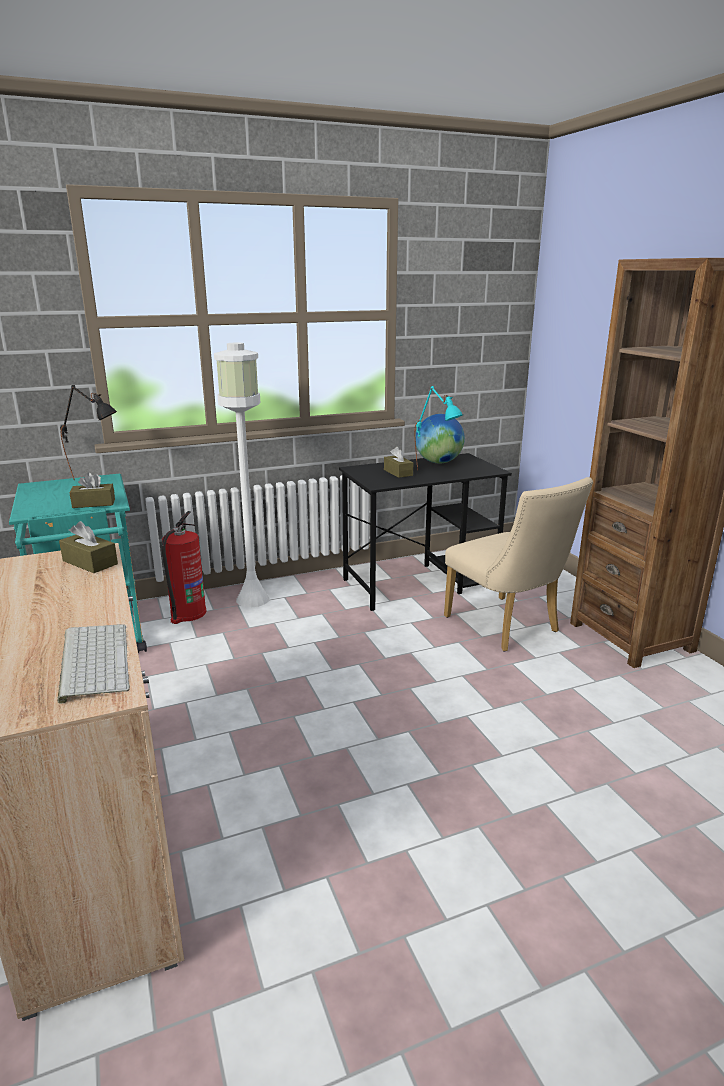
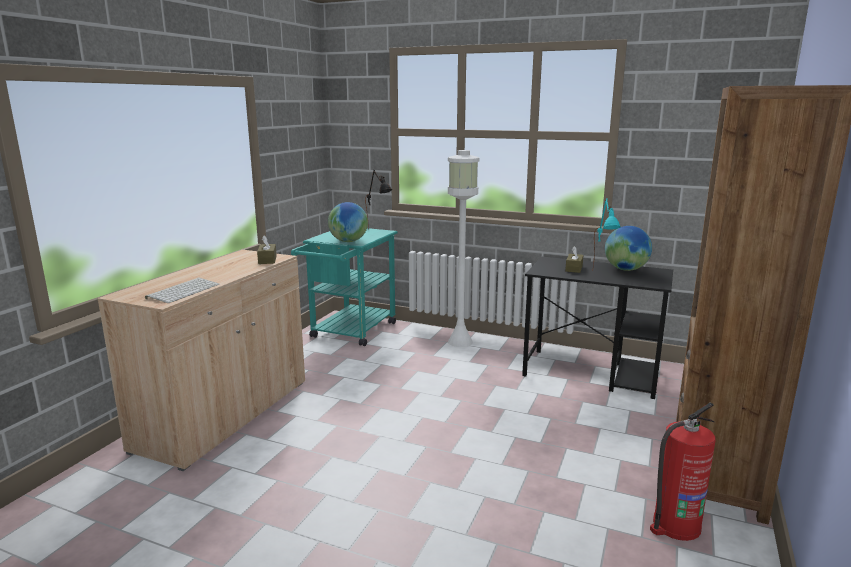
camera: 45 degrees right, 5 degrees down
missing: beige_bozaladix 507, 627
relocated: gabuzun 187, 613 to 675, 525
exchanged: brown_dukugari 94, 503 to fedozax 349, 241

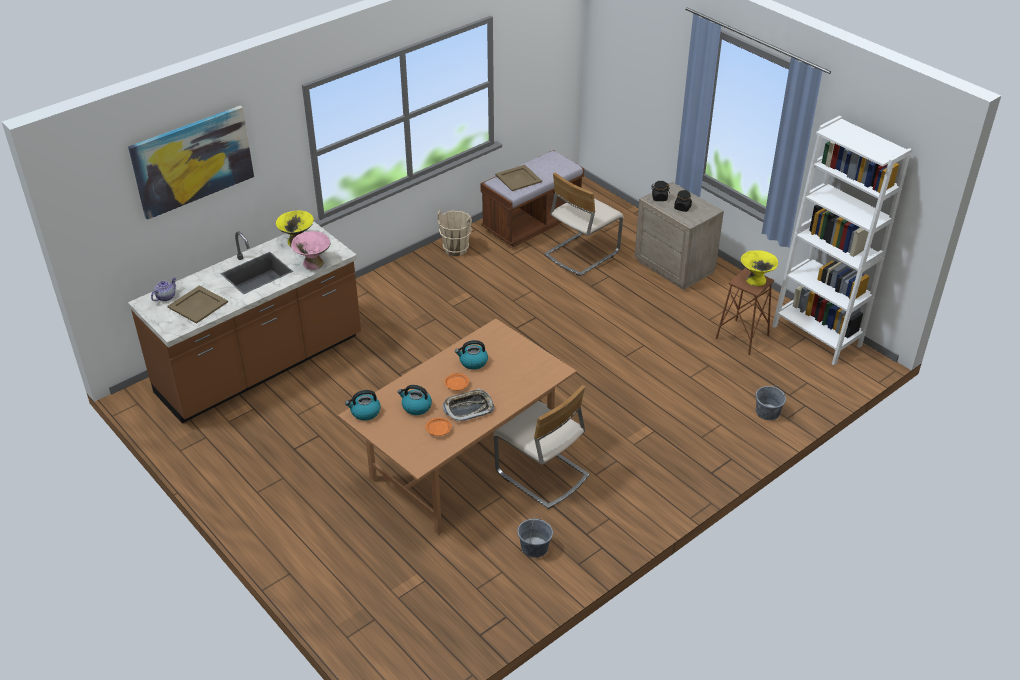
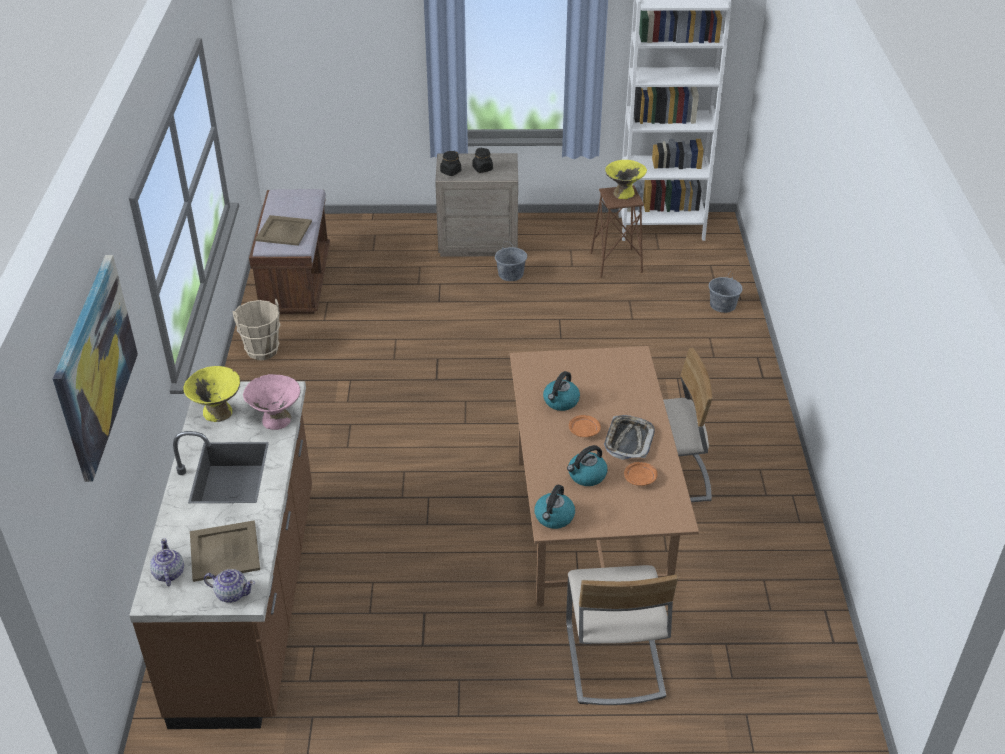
camera: 50 degrees left, 0 degrees up
appeared: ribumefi 231, 593
relocated: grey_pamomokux 534, 547 to 511, 274; beige_bozaladix 581, 253 to 613, 659

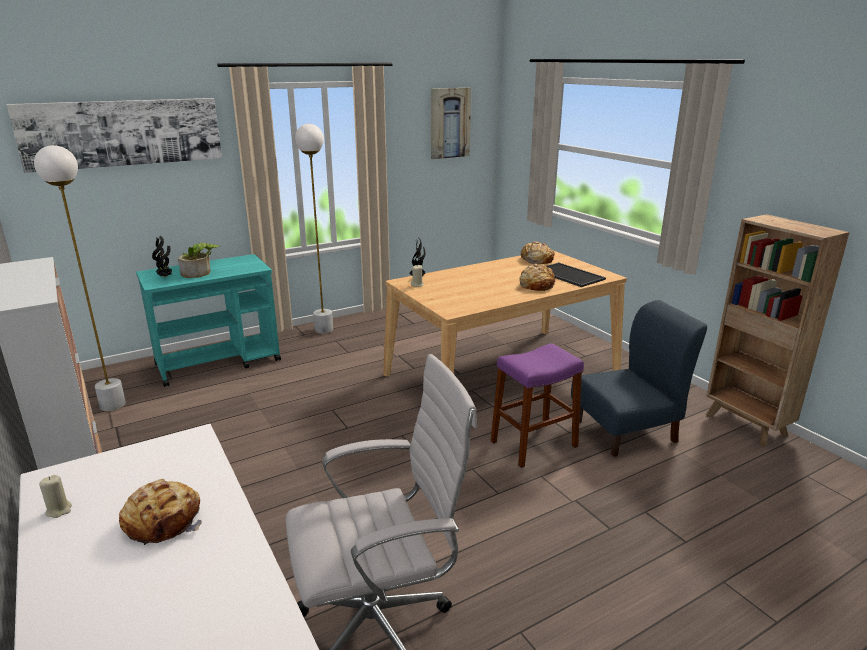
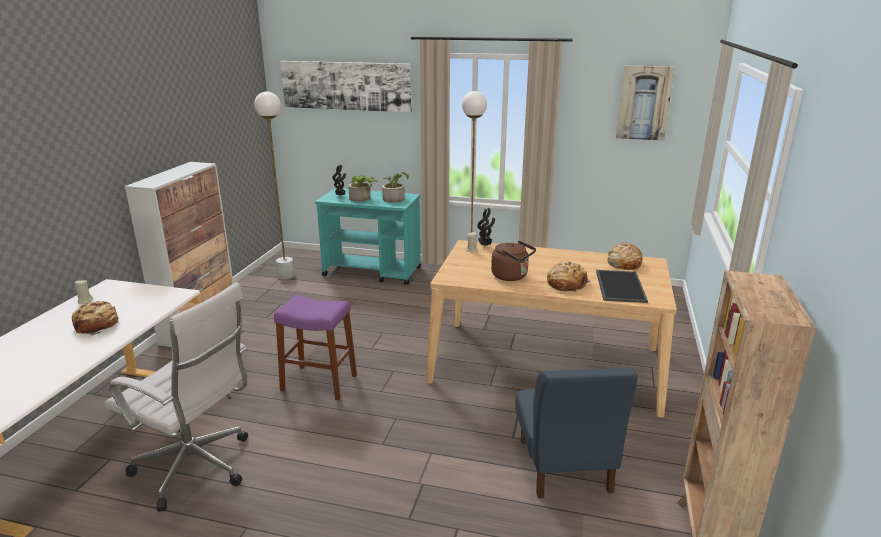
camera: 45 degrees right, 0 degrees up
appeared: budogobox 395, 198; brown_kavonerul 512, 276
relocated: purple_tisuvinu 533, 444 to 319, 382
spun: blue_bozaladix 626, 431 = 564, 466 60 degrees clockwise

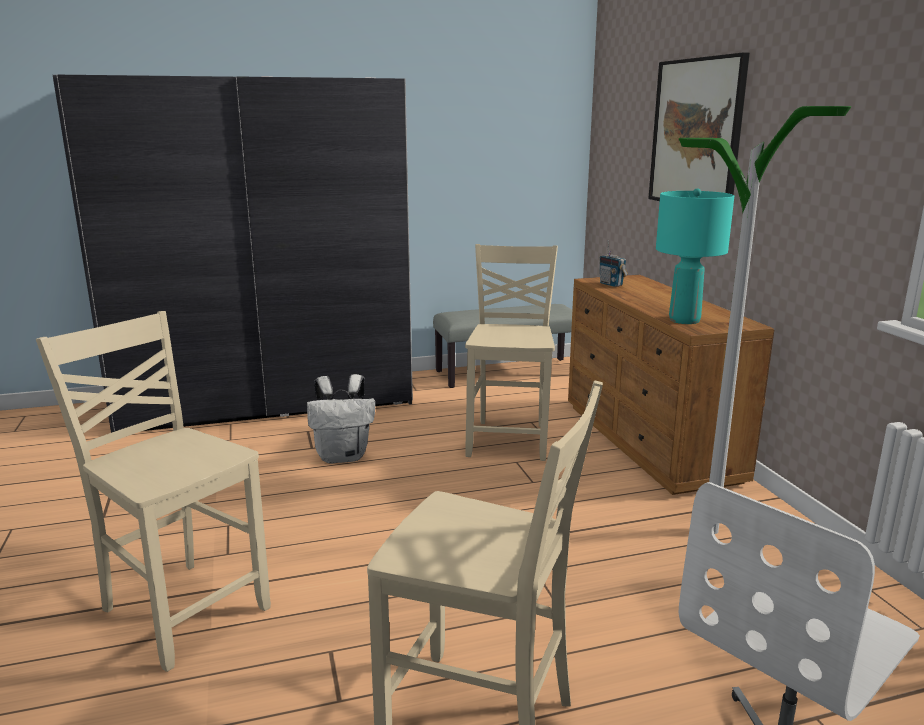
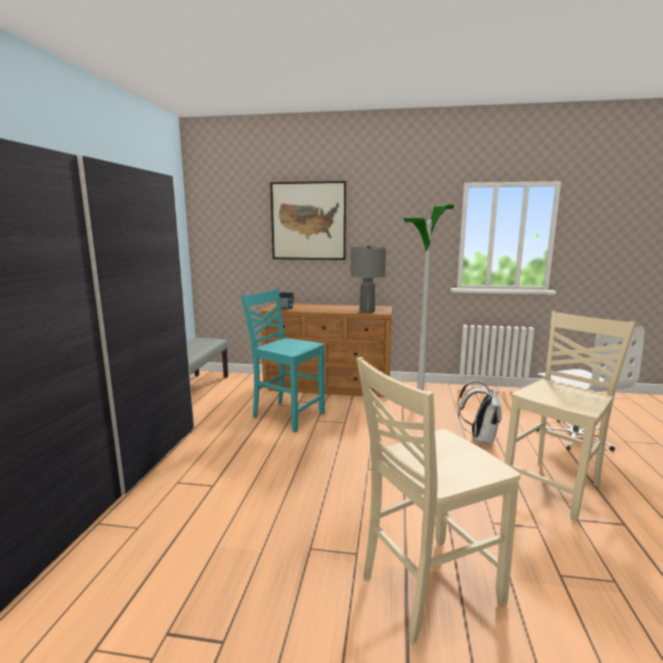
camera: 65 degrees left, 5 degrees down
relocated: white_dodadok 343, 456 to 480, 439
colour: beige_bozaladix 509, 439 to turquoise_bozaladix 287, 415; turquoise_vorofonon 684, 320 to grey_vorofonon 367, 311

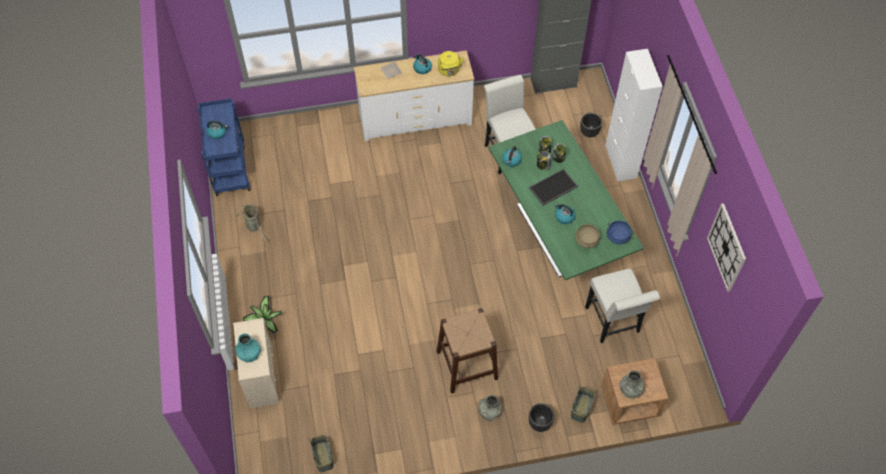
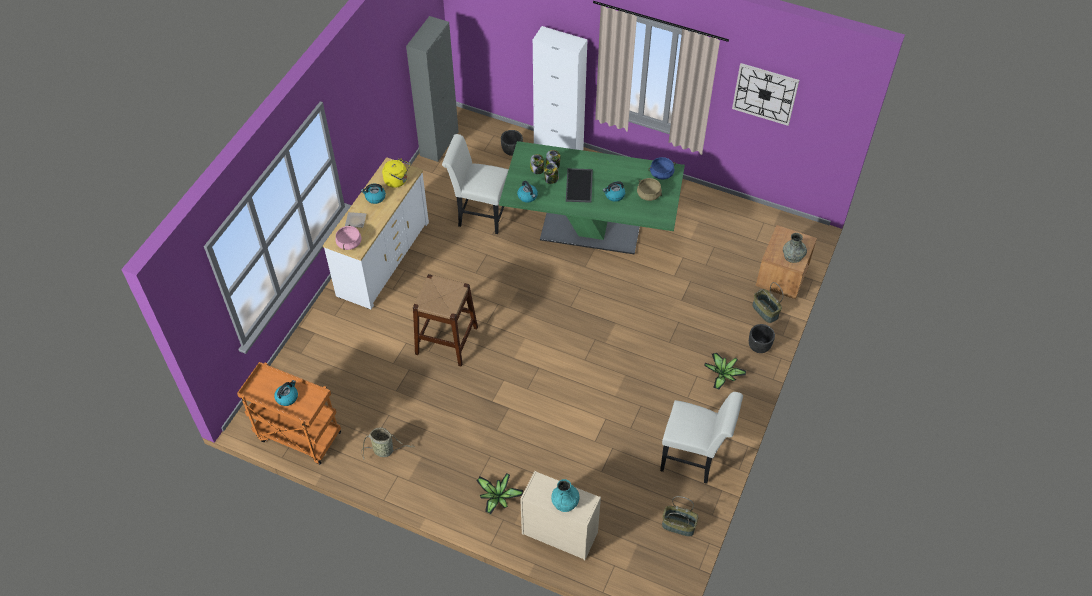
camera: 55 degrees left, 5 degrees down
appeared: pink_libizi 349, 243
relocated: brown_tisuvinu 467, 365 to 446, 340; white_bozaladix 614, 323 to 694, 459
exchanged: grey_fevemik 489, 411 to budogobox 723, 375
colour: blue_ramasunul 229, 169 to orange_ramasunul 297, 436

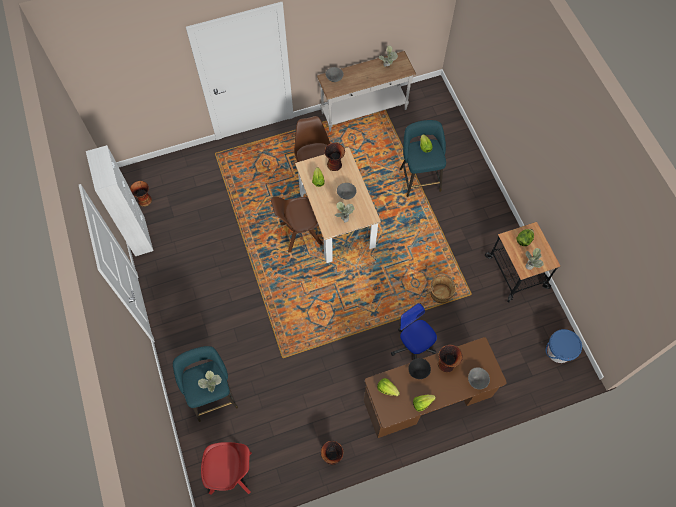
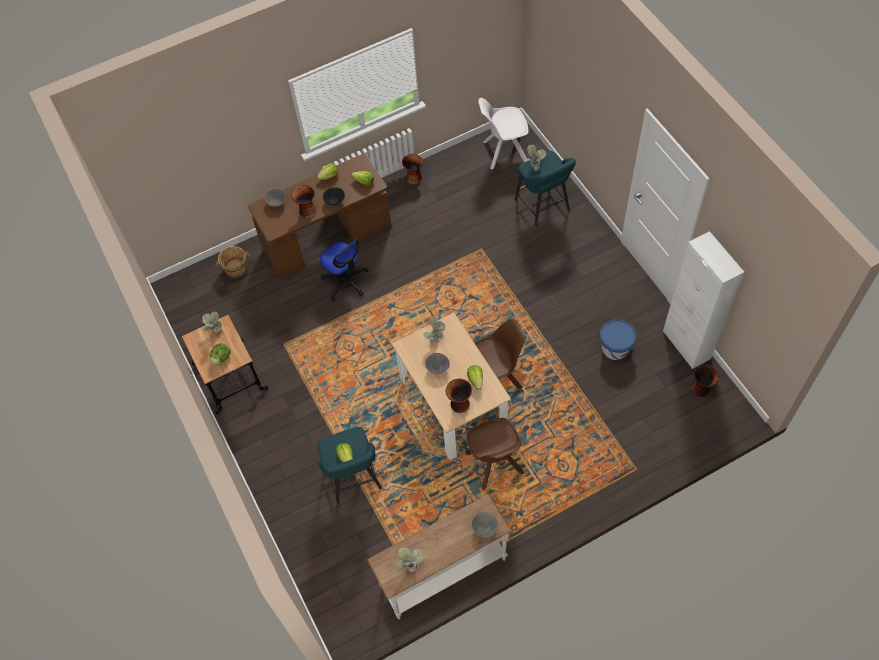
camera: 175 degrees right, 5 degrees down
relocated: brown_pamomokux 440, 293 to 236, 269; blue_pamomokux 559, 351 to 615, 348
colour: red_bozaladix 232, 473 to white_bozaladix 503, 152

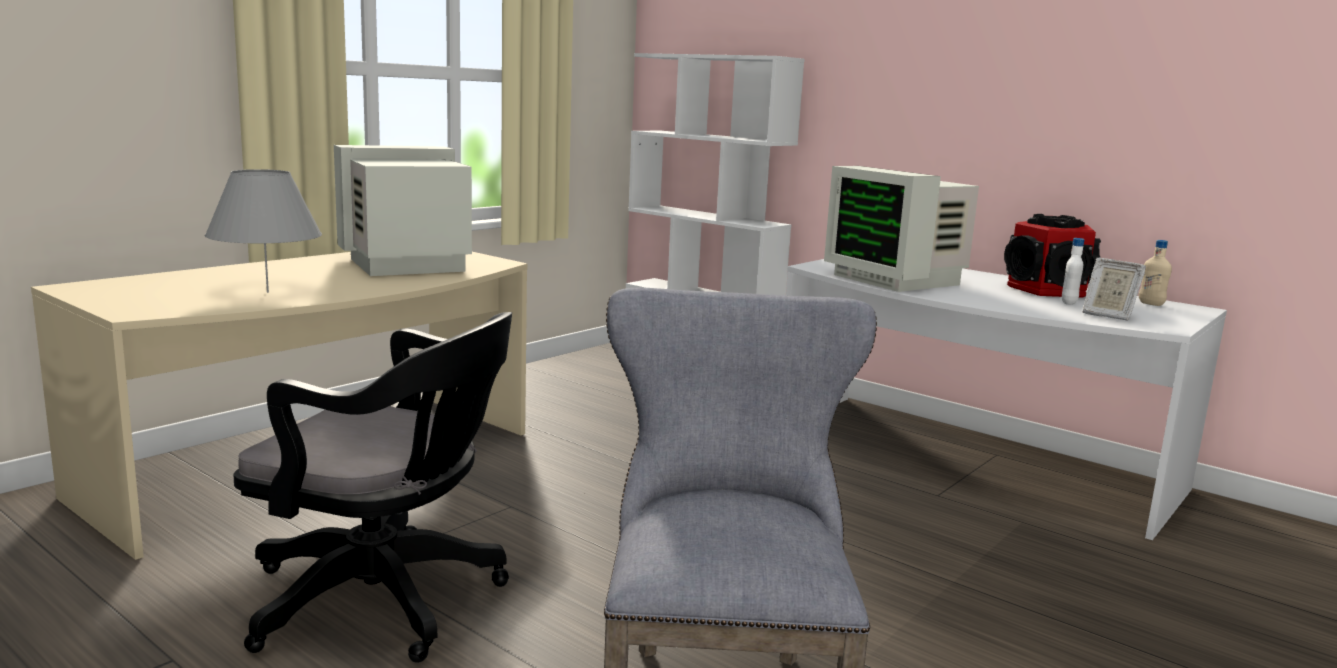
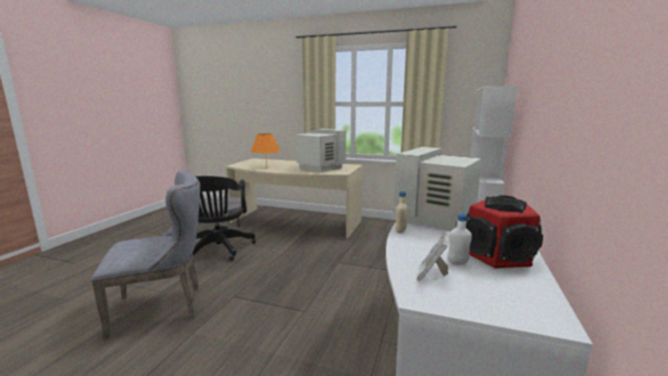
camera: 70 degrees right, 0 degrees up
relocated: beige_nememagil 1151, 304 to 400, 231
colour: grey_vorofonon 267, 292 to orange_vorofonon 266, 167

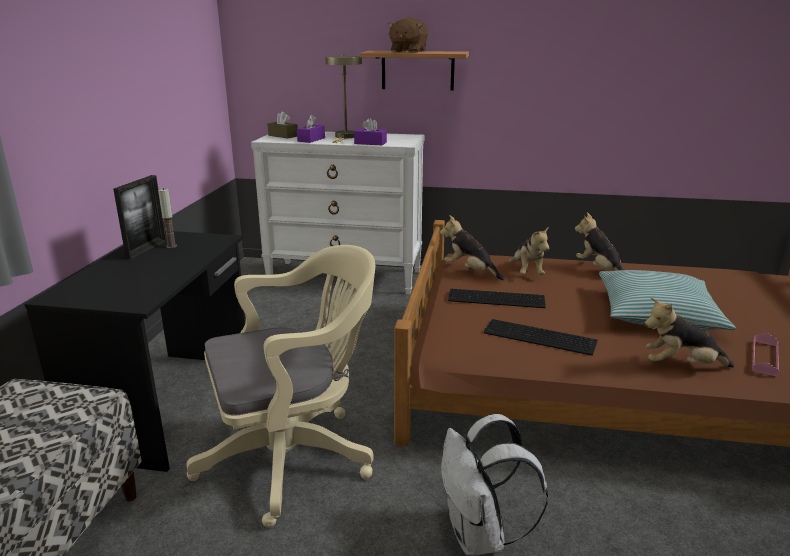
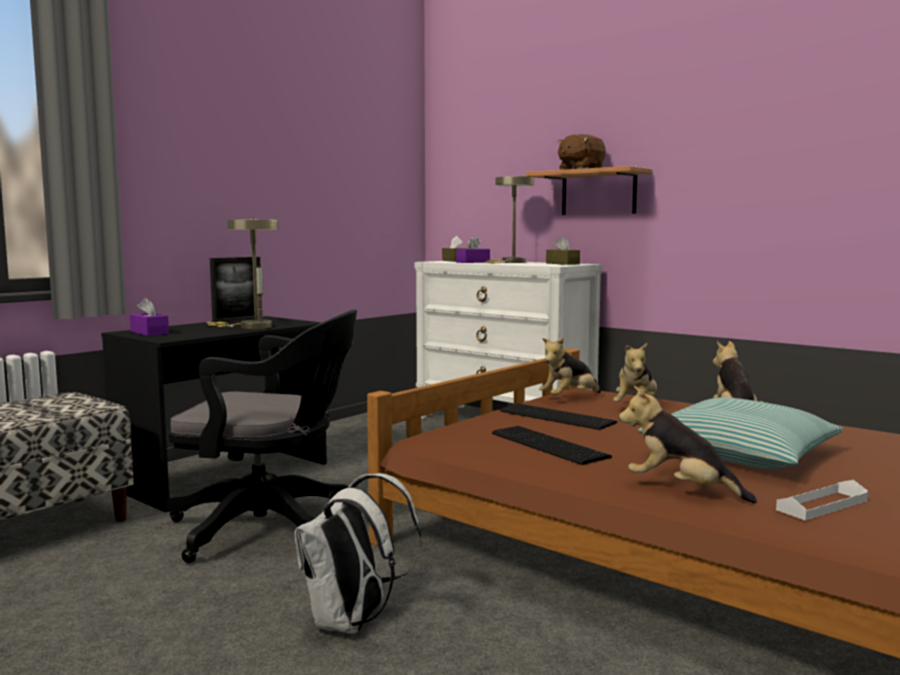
camera: 30 degrees right, 15 degrees down
appeared: beige_vorofonon 250, 327; brown_dukugari 562, 263
relocated: purple_dukugari 370, 143 to 149, 332
colour: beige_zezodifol 294, 457 to black_zezodifol 271, 528; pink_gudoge 764, 358 to white_gudoge 822, 505
spun: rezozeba 470, 271 = 569, 398 105 degrees counterclockwise

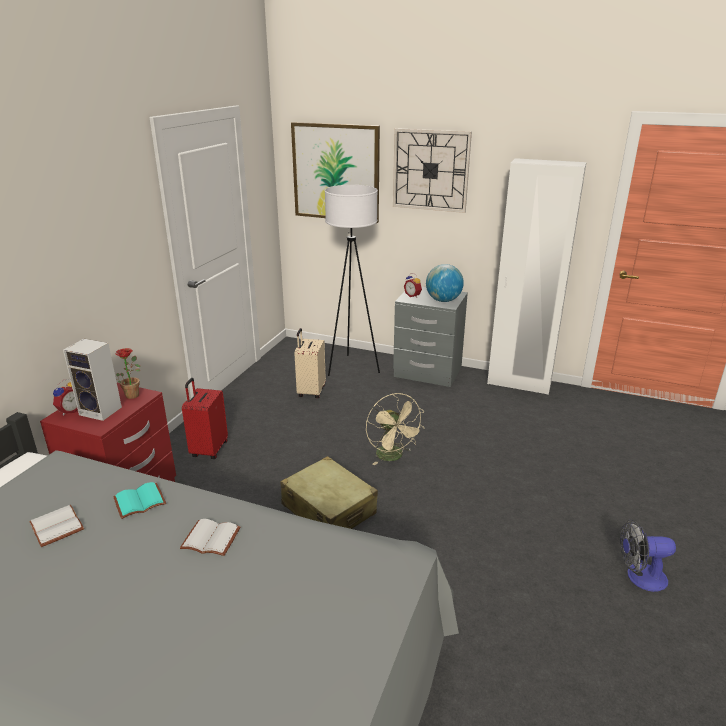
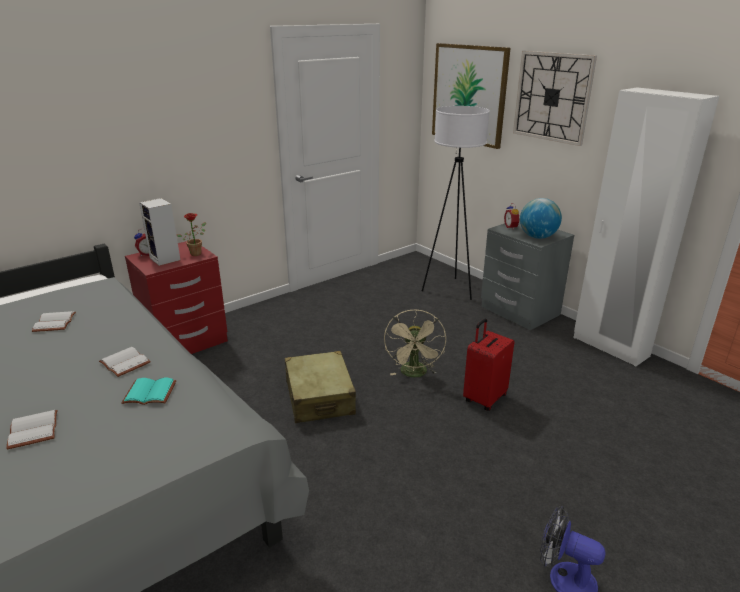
camera: 30 degrees right, 0 degrees up
missing: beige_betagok 310, 391
appeared: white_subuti 32, 430
relocated: turquoise_subuti 139, 502 to 148, 394; red_betagok 208, 450 to 484, 398

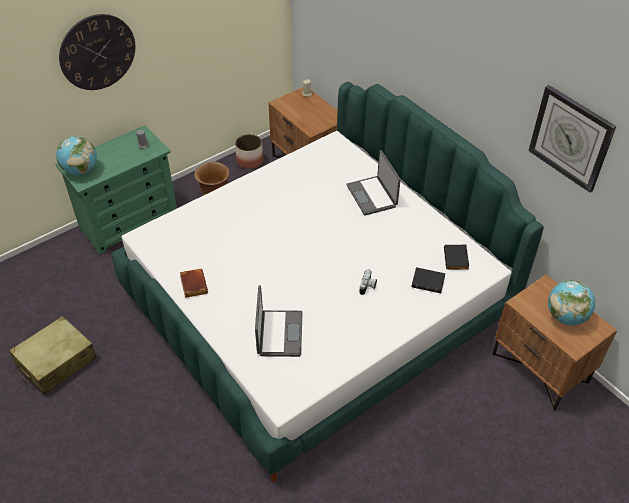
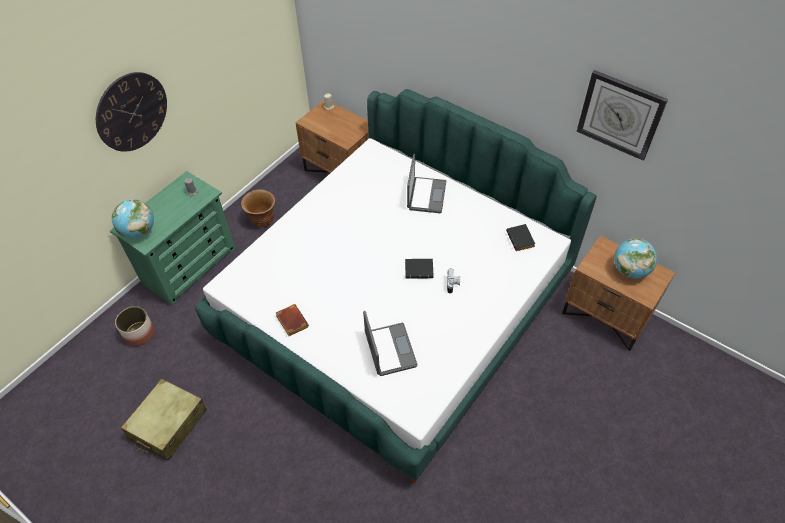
camera: 15 degrees left, 5 degrees up
relocated: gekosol 250, 161 to 139, 333; black_subuti 429, 282 to 419, 270
spun: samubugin 372, 196 = 425, 195 135 degrees counterclockwise

